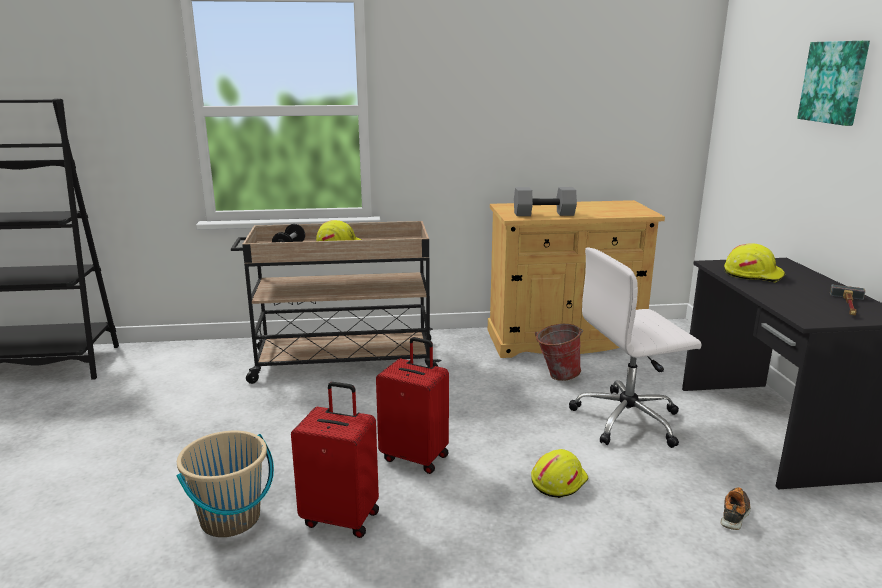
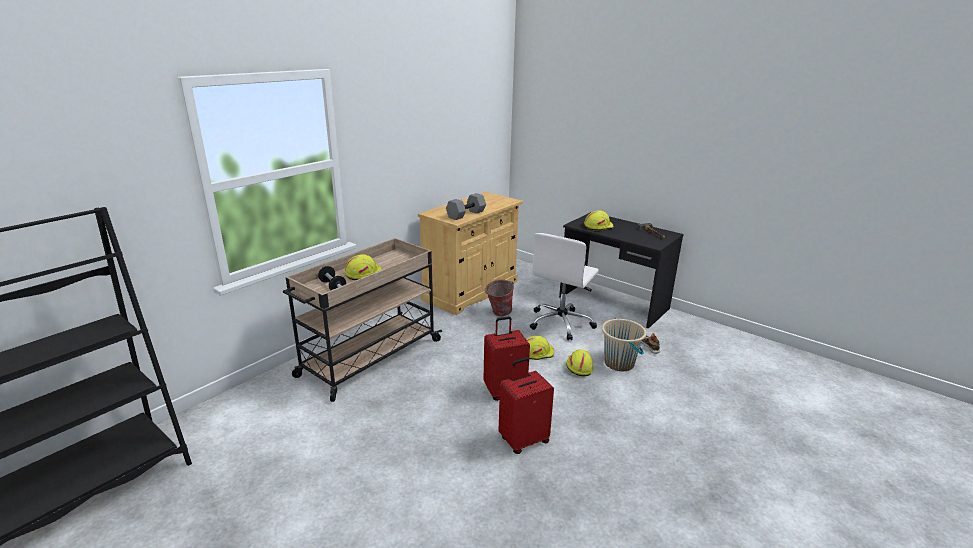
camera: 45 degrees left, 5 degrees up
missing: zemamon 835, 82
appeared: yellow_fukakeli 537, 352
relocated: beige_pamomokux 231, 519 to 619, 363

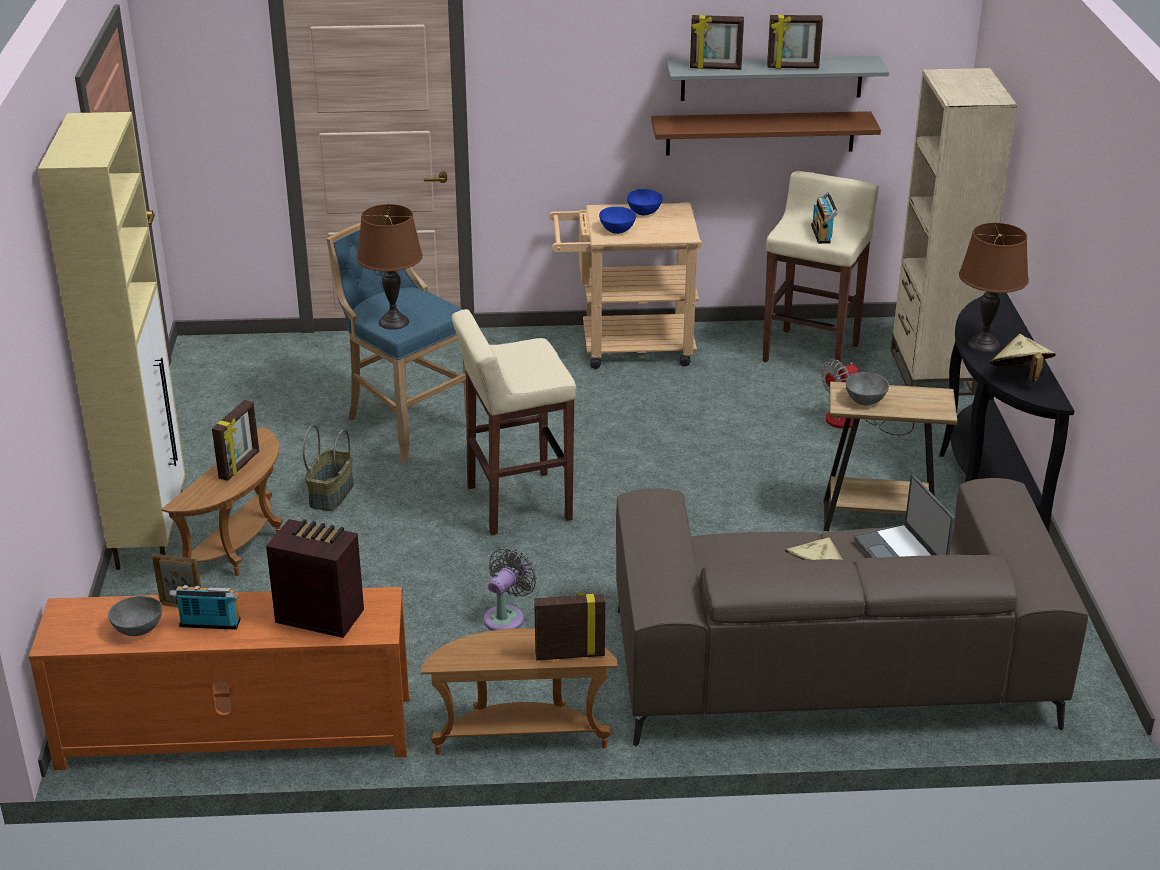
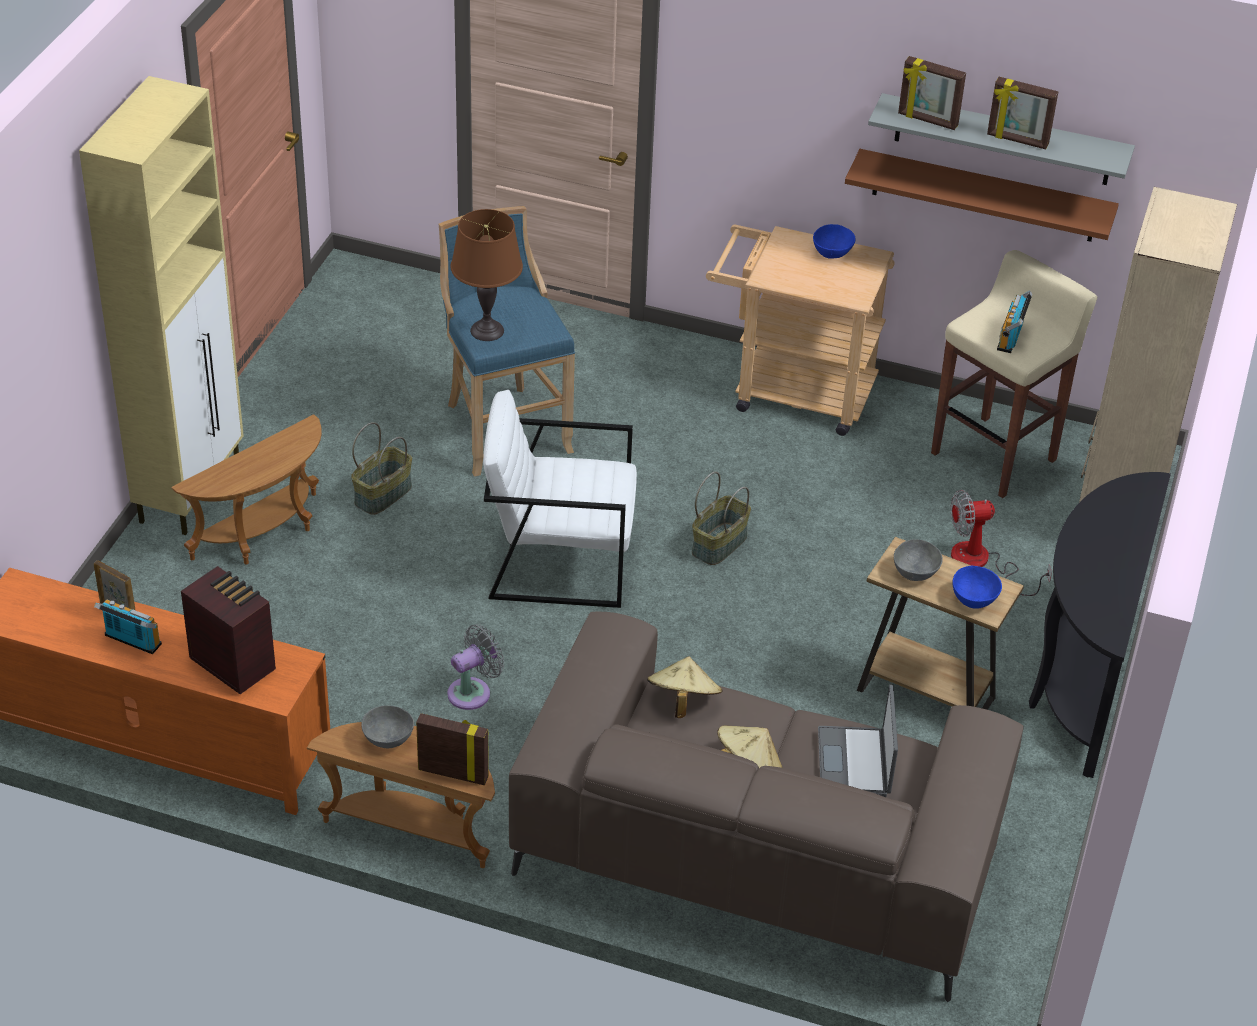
camera: 20 degrees right, 10 degrees up
missing: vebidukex 240, 466; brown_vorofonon 984, 344
appeared: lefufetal 719, 543
relocated: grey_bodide 139, 630 to 388, 740; blue_bodide 617, 230 to 974, 599; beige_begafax 1019, 376 to 682, 701
exchanged: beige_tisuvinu 517, 503 to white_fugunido 559, 560

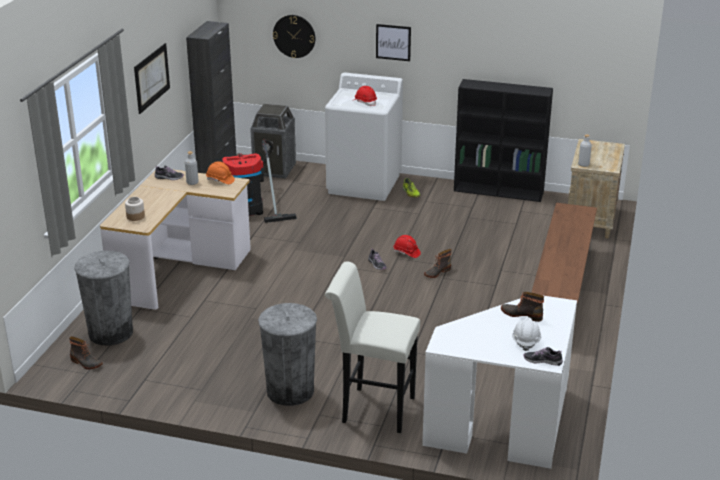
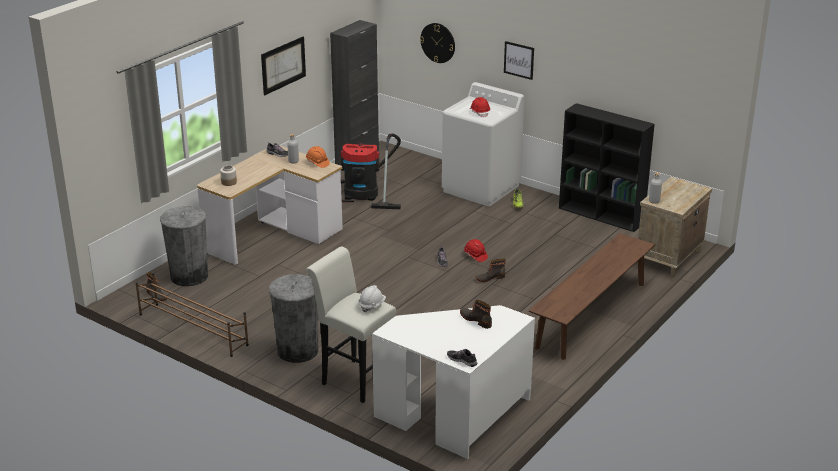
camera: 20 degrees right, 0 degrees up
missing: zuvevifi 274, 169
appeared: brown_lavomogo 192, 329
relocated: white_fukakeli 526, 341 to 372, 305

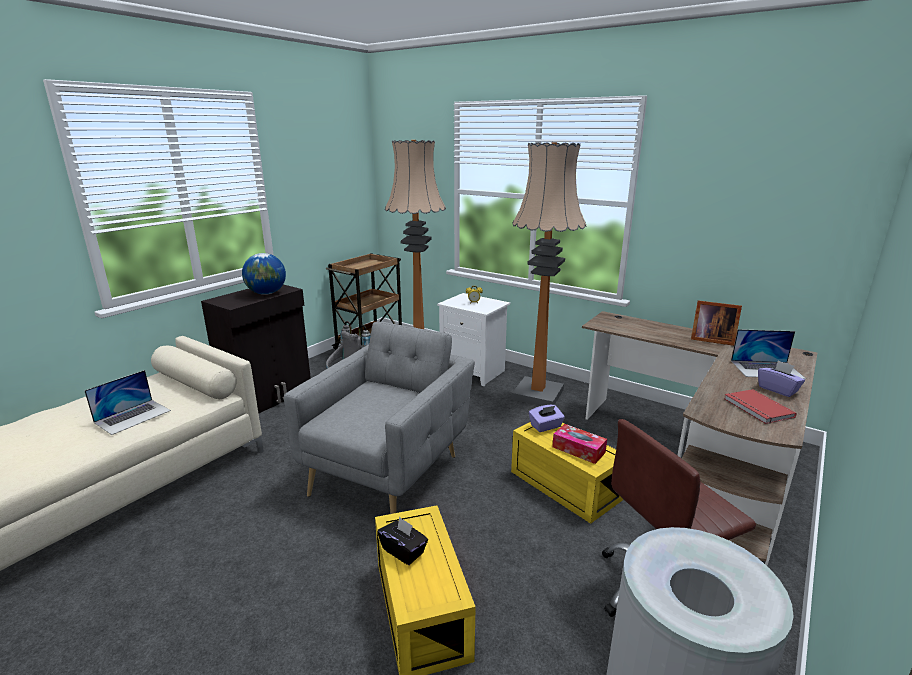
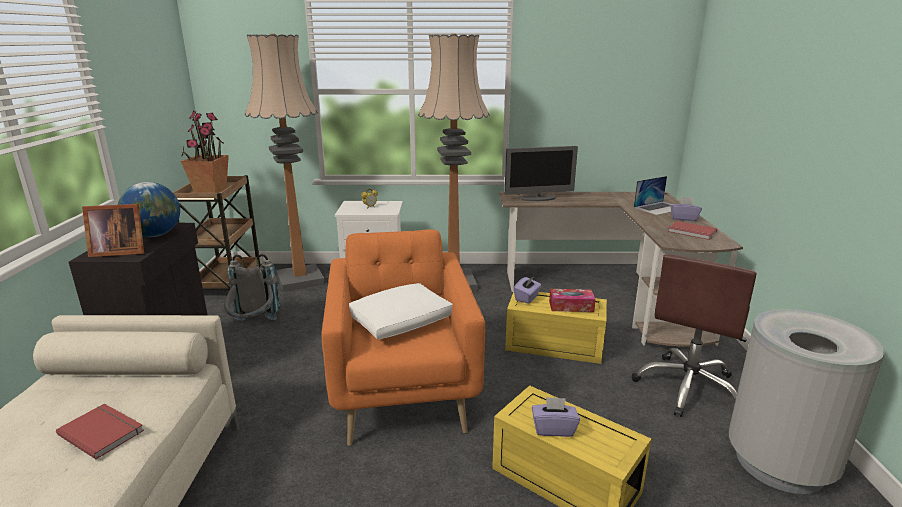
camera: 35 degrees left, 0 degrees up
appeared: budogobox 210, 190; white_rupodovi 401, 322; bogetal 538, 198
relocated: vebidukex 710, 339 to 118, 252
exchanged: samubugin 133, 416 to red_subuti 103, 431
colour: grey_fugunido 390, 471 to orange_fugunido 403, 390; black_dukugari 403, 551 to purple_dukugari 553, 429

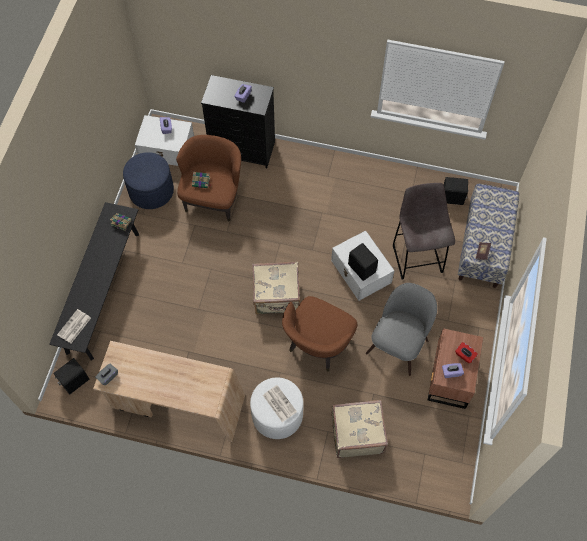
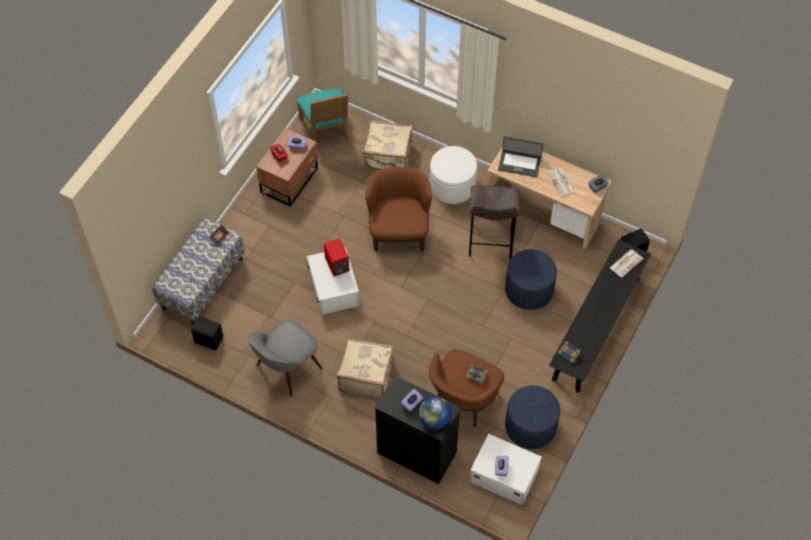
camera: 165 degrees left, 5 degrees down
appeared: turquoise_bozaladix 326, 133; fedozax 434, 419; samubugin 519, 163; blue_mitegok 529, 289
relocated: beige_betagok 277, 296 to 366, 375; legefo 279, 403 to 561, 182; grey_bozaladix 398, 344 to 287, 368; grey_tisuvinu 417, 257 to 490, 243
colour: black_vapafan 362, 267 to red_vapafan 336, 265
spun: brown_fugunido 317, 345 = 399, 232 45 degrees counterclockwise

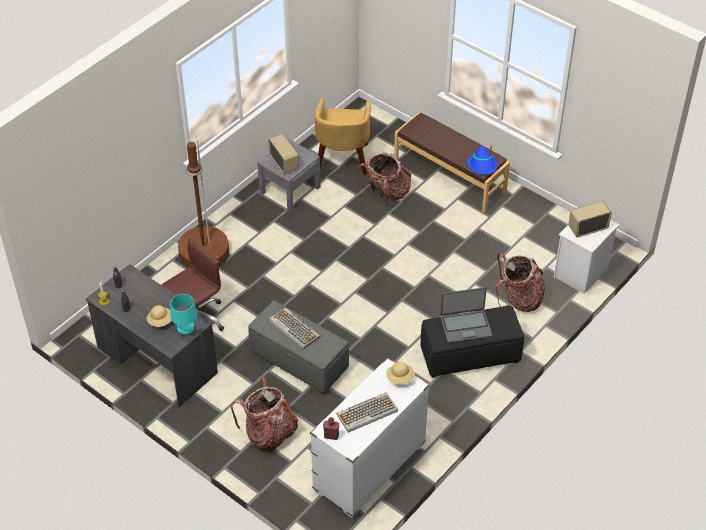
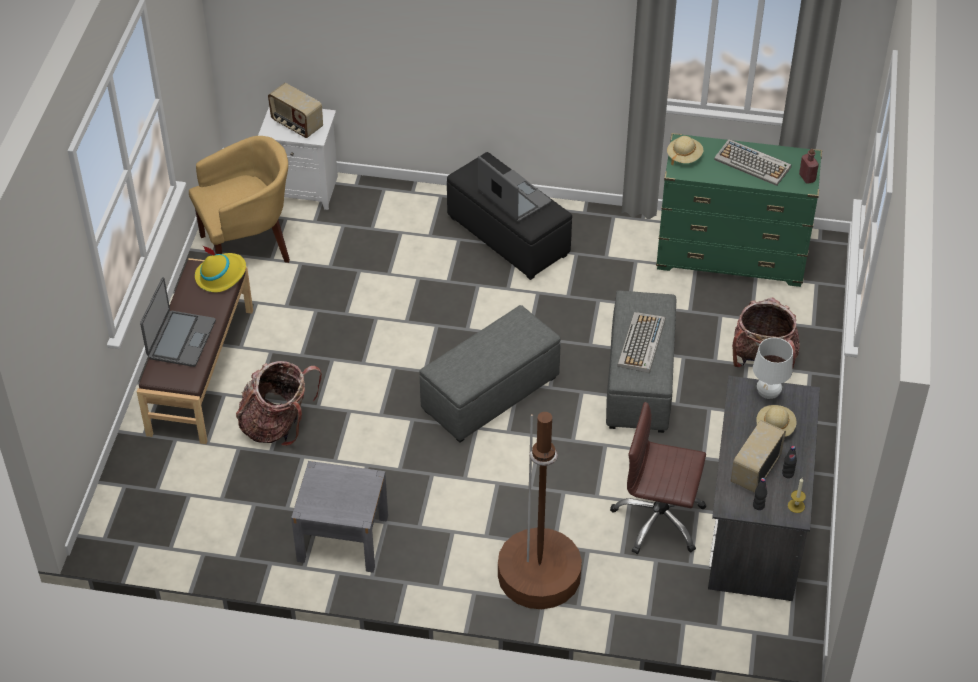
camera: 120 degrees left, 0 degrees up
missing: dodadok 519, 299
appeared: samubugin 181, 339; grey_mitegok 489, 395
relocated: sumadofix 284, 163 to 754, 470; yellow_fugunido 342, 159 to 248, 246
colour: turquoise_vorofonon 186, 331 to white_vorofonon 768, 394; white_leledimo 369, 467 to green_leledimo 731, 257; blue_begafax 482, 166 to yellow_begafax 221, 275

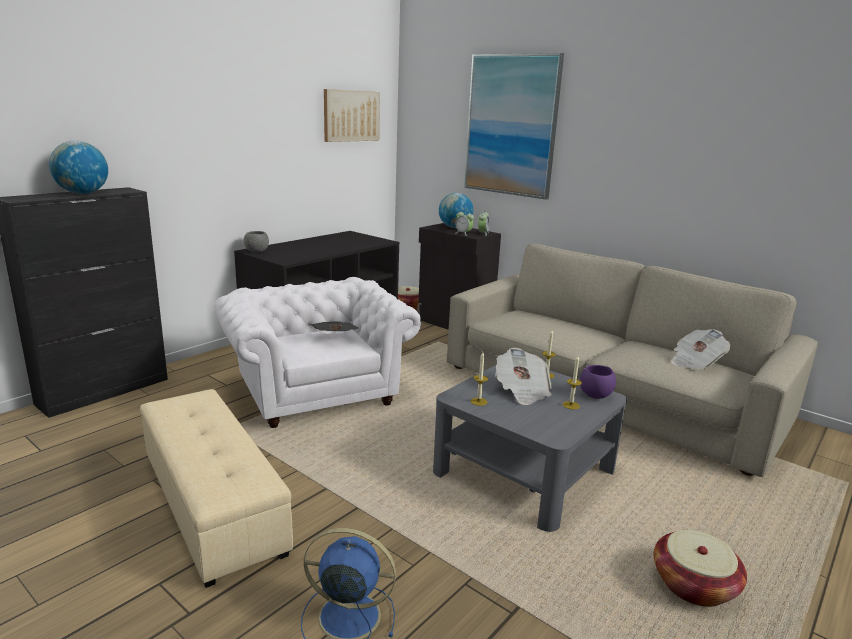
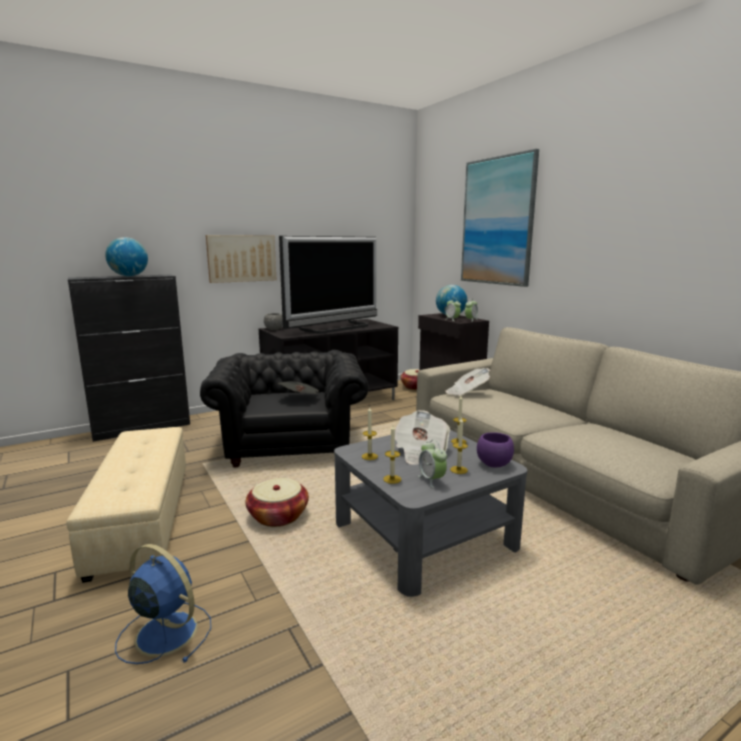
camera: 20 degrees right, 5 degrees down
appeared: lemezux 336, 328; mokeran 392, 479; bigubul 431, 480
relocated: zemamon 351, 116 to 241, 258; lefufetal 694, 585 to 278, 516; legefo 695, 362 to 467, 393
colour: white_fugunido 316, 392 to black_fugunido 290, 444

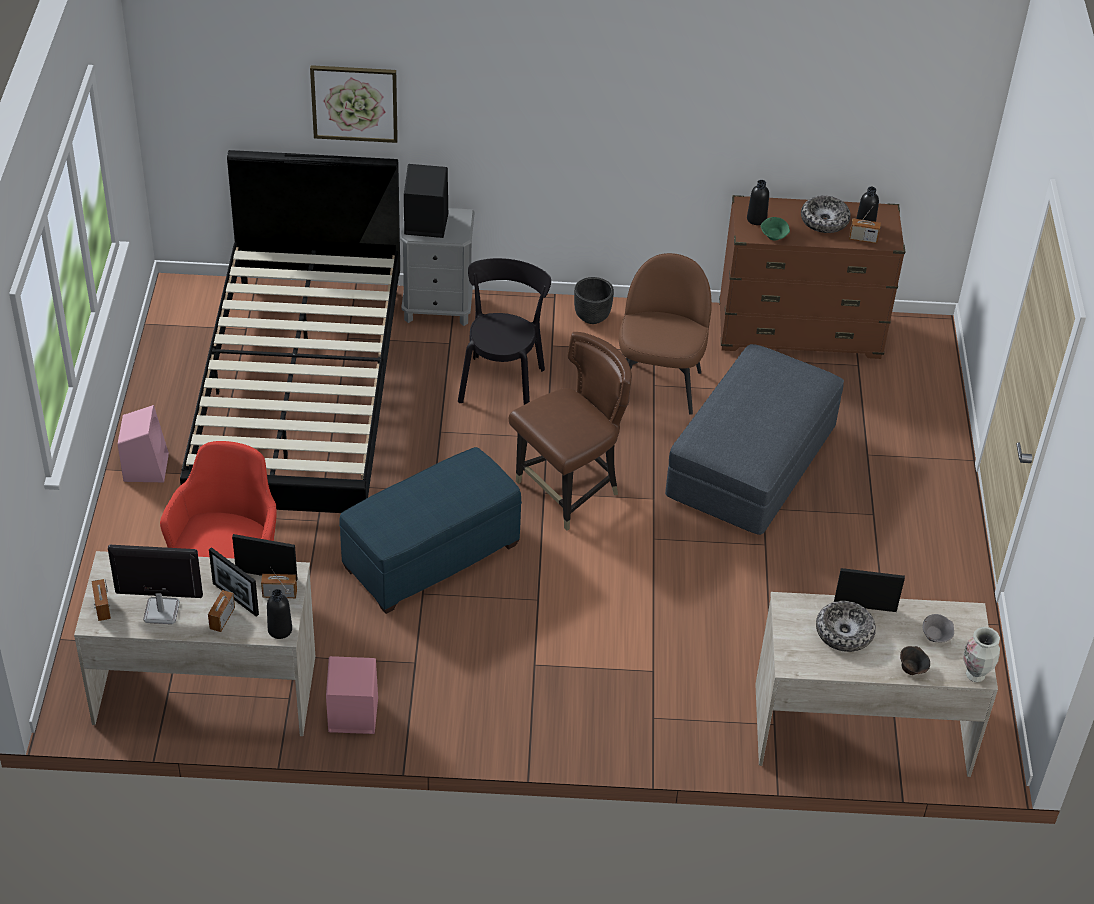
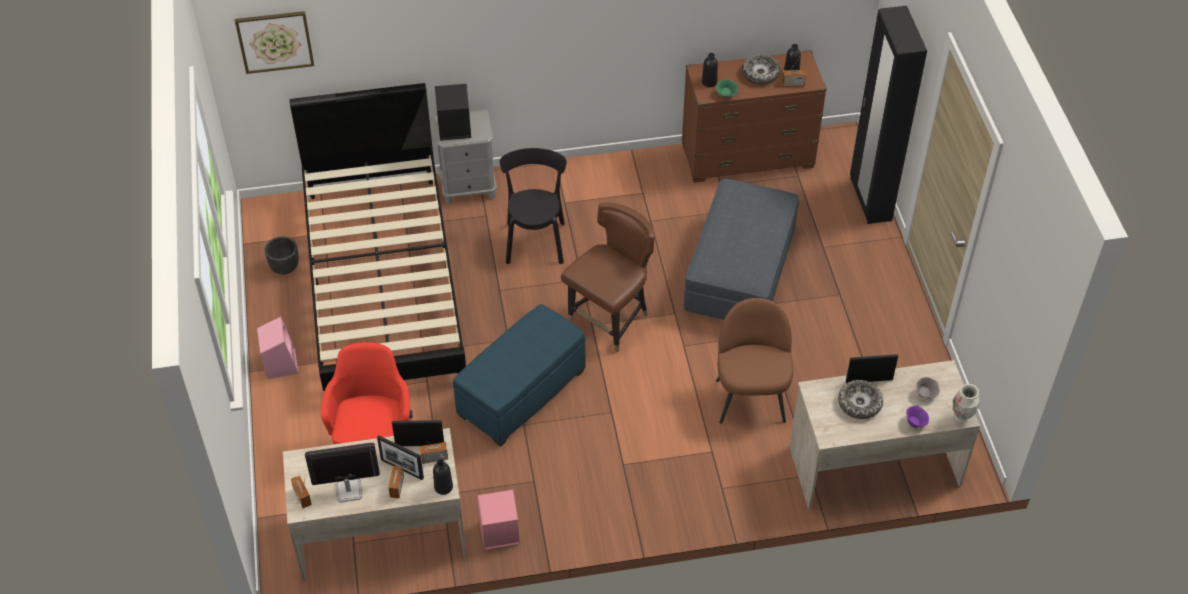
camera: 10 degrees left, 5 degrees up
appeared: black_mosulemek 870, 199
relocated: zemamon 354, 103 to 275, 41; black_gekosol 592, 316 to 284, 267; brown_bozaladix 659, 384 to 750, 398
colour: brown_bodide 912, 669 to purple_bodide 915, 422

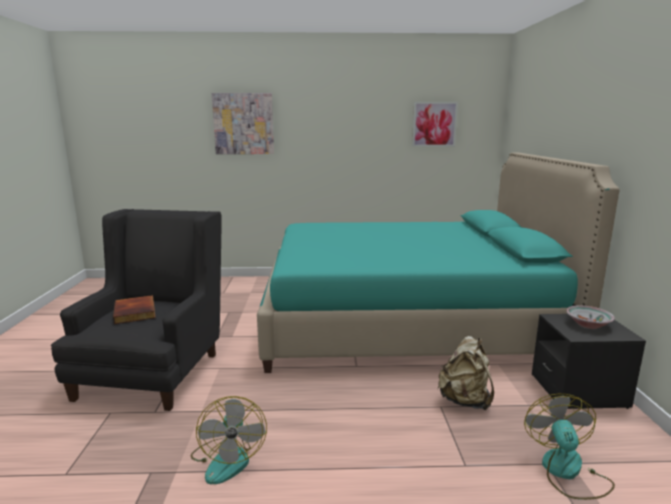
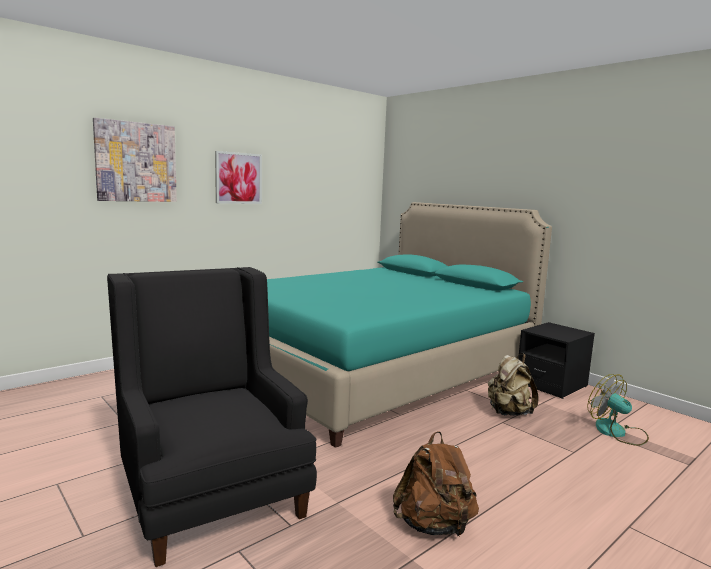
camera: 40 degrees left, 5 degrees down
missing: subuti 136, 312; bodide 587, 325
relocated: zemamon 434, 124 to 238, 178
exchanged: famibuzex 228, 458 to brown_dodadok 434, 526

